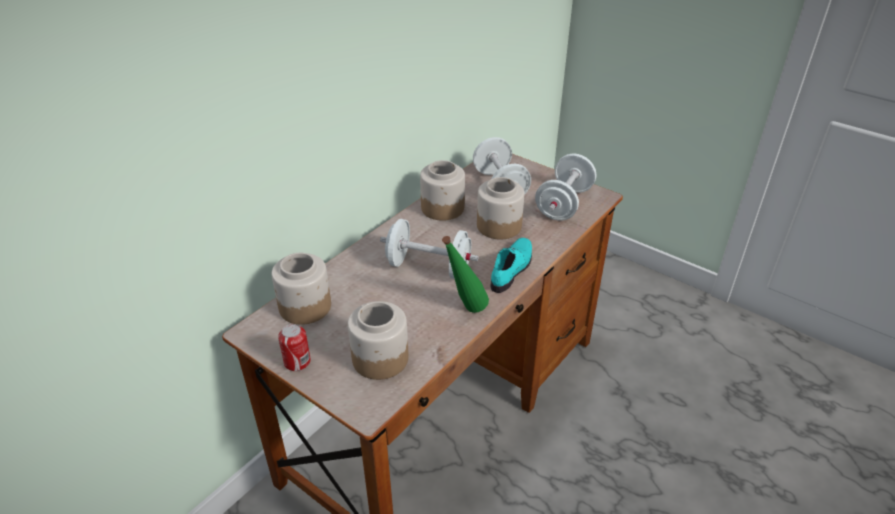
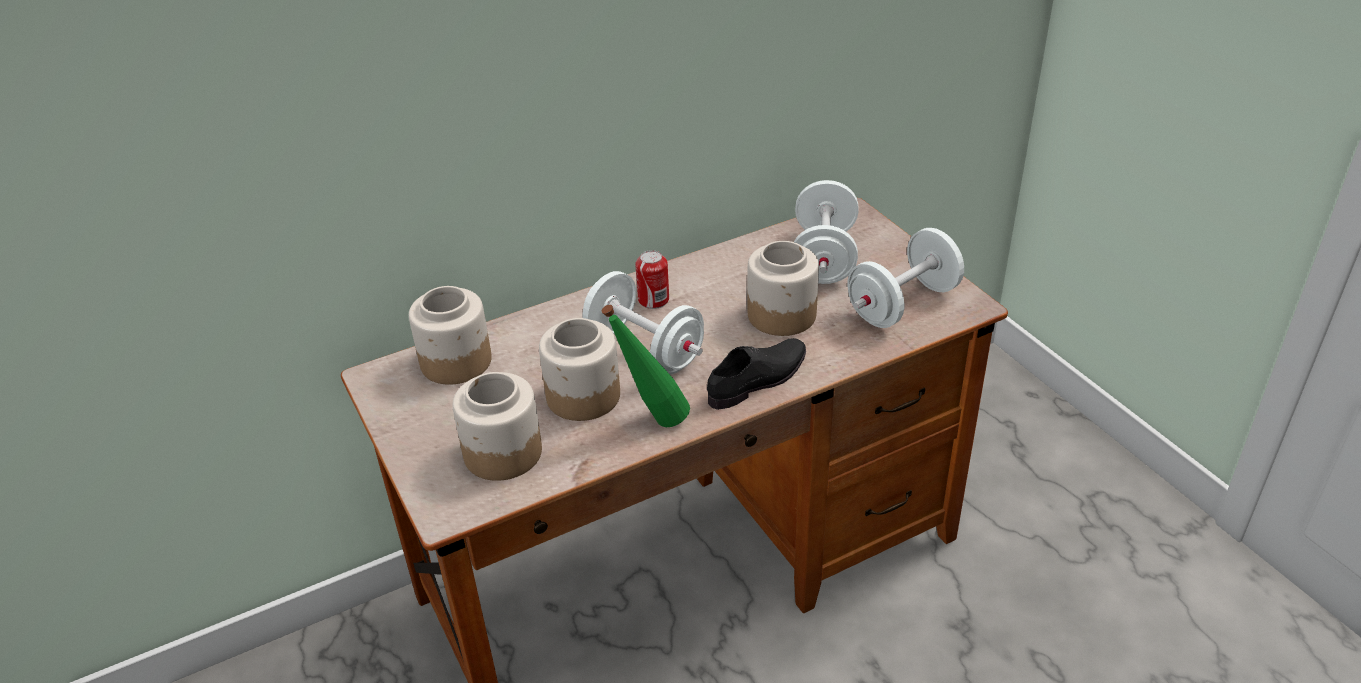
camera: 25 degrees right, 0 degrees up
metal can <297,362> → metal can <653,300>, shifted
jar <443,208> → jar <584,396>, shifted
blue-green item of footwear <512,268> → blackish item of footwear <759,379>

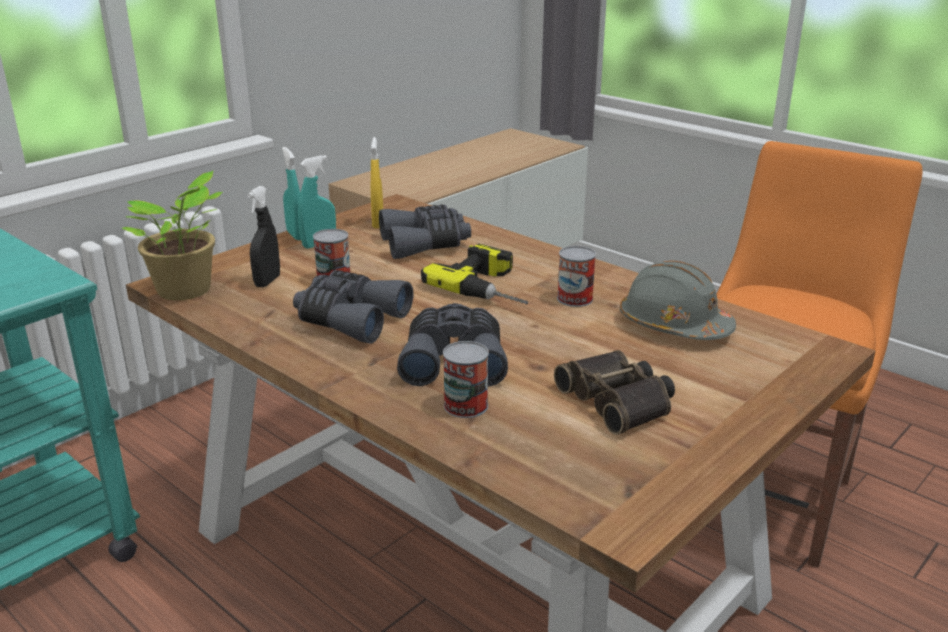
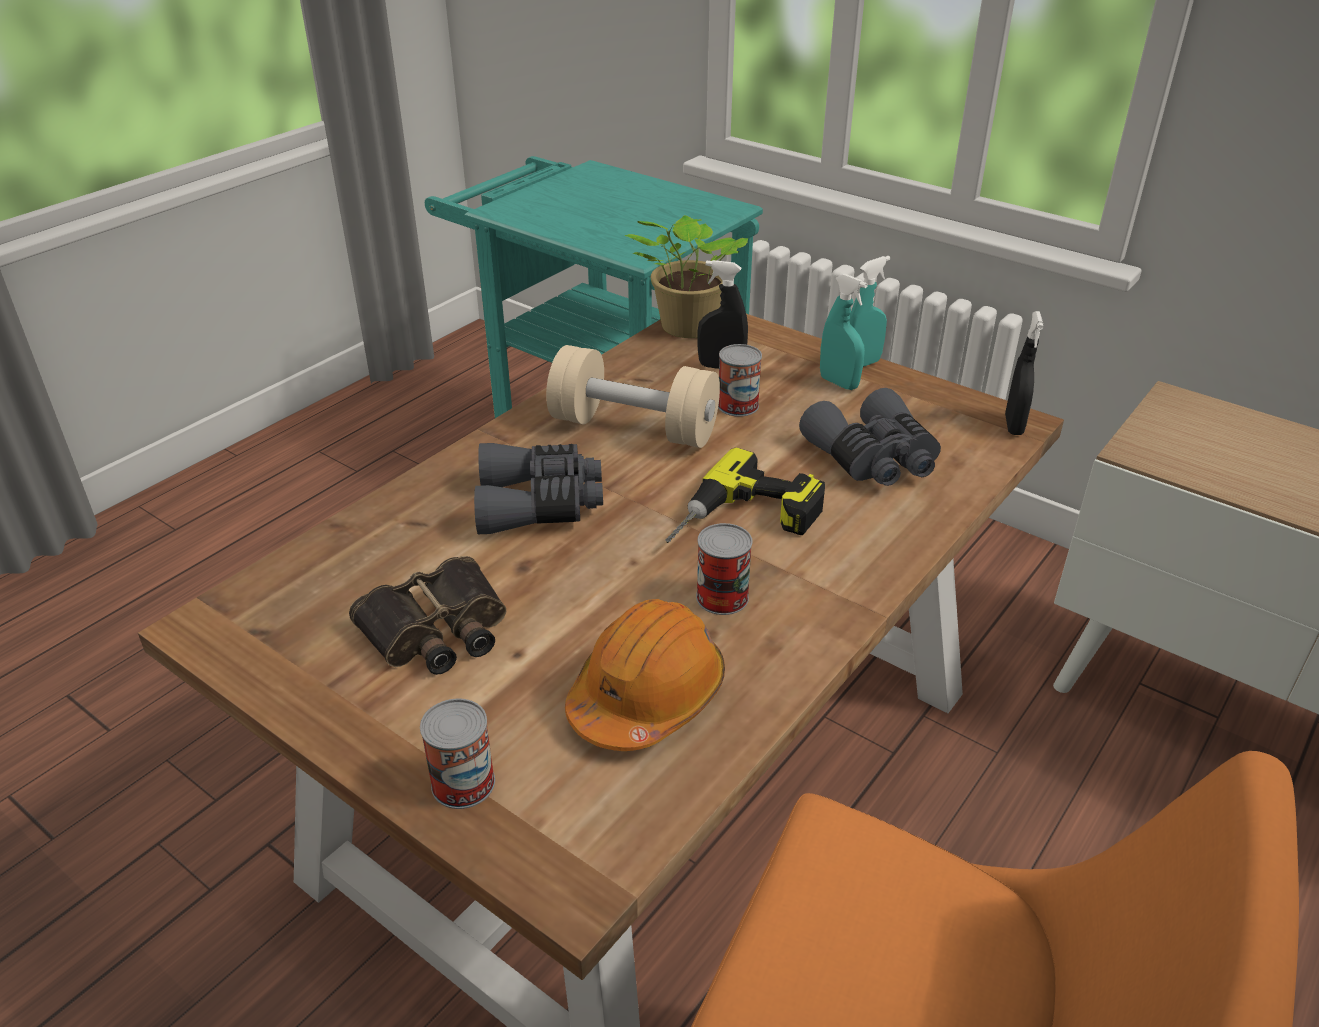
camera: 85 degrees right, 10 degrees up
gray binoculars <350,319> → beige free weight <634,428>
yellow-coloured sprayer <378,223> → -
metal can <466,406> → metal can <463,783>, shifted
gray safety helmet <673,325> → orange-coloured safety helmet <647,696>
- → blackish sprayer <1013,425>

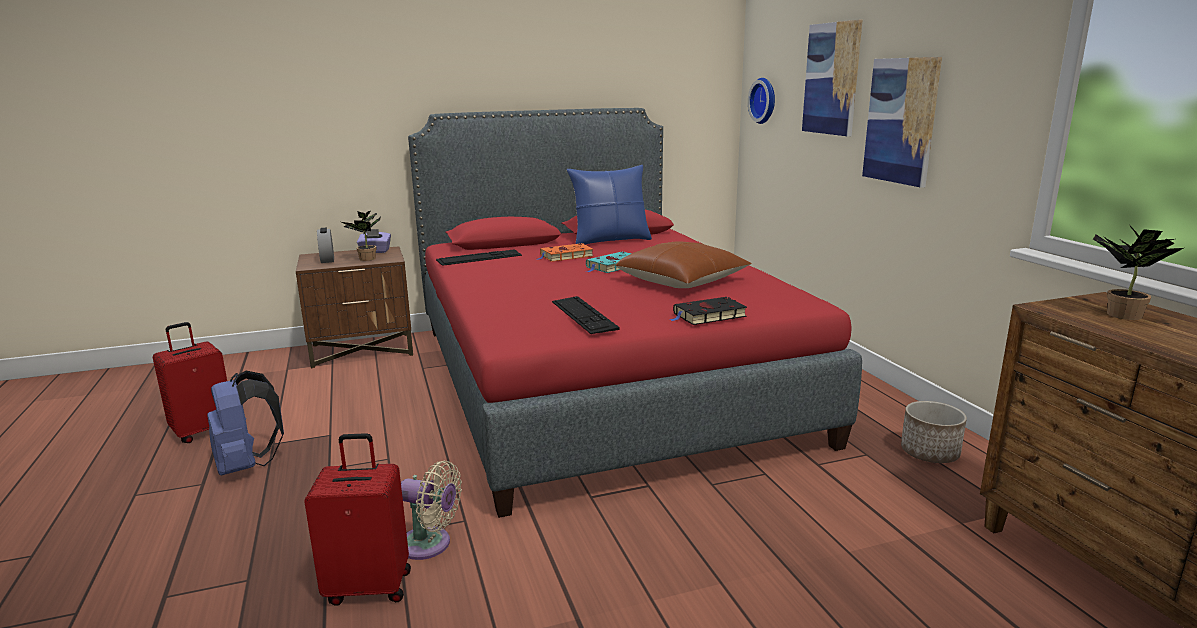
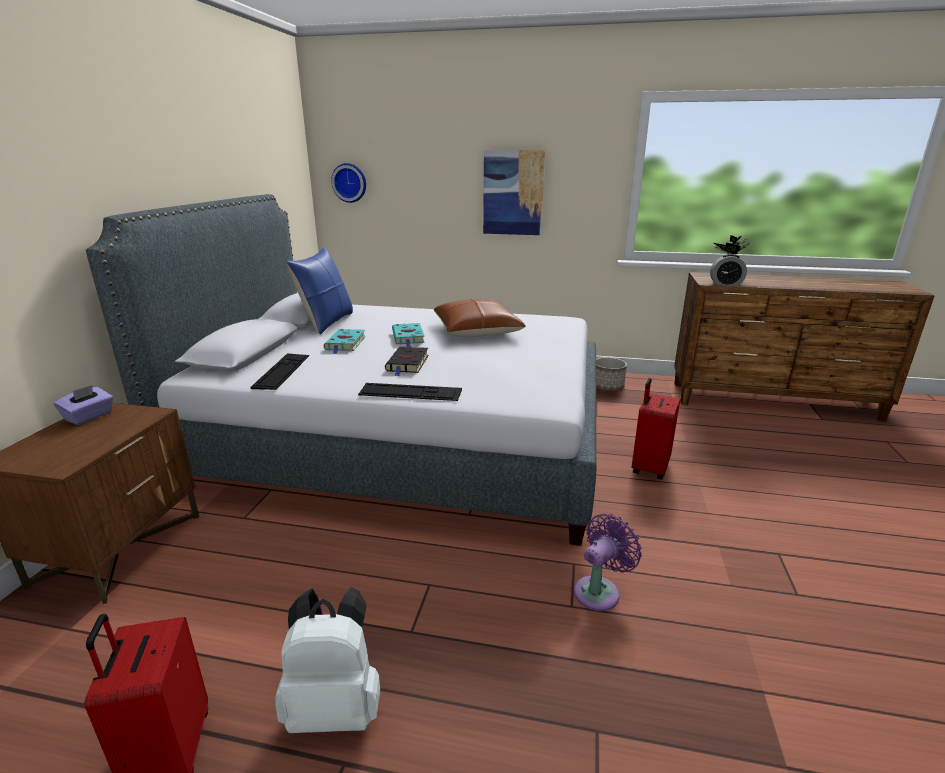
camera: 60 degrees left, 5 degrees up
blue backpack <247,465> → white backpack <336,707>
red-coloured travel case <369,586> → red-coloured travel case <649,468>, shifted
bedside clock <327,260> → bedside clock <725,284>, shifted
potted plant <366,259> → -
beige electric fan <430,545> → purple-coloured electric fan <599,591>
red-coloured sleeping bed <598,380> → gray sleeping bed <402,440>
orange-coloured book <565,256> → blue-green book <345,344>
PC keyboard <583,315> → PC keyboard <410,392>, shifted
blackish book <707,316> → blackish book <407,364>, shifted
picture <831,79> → -

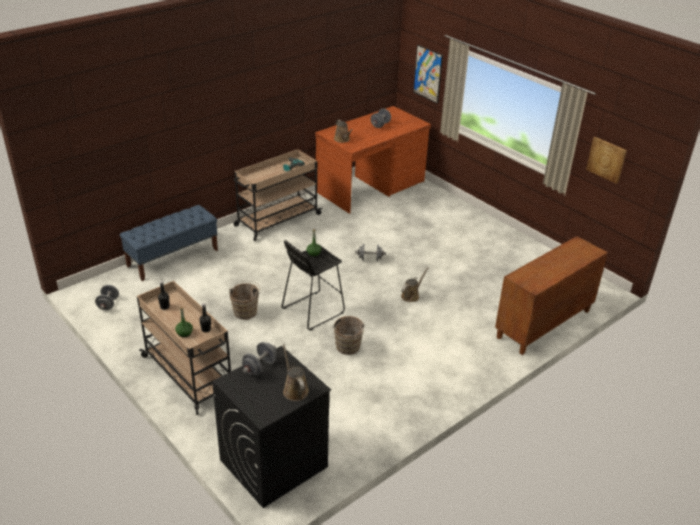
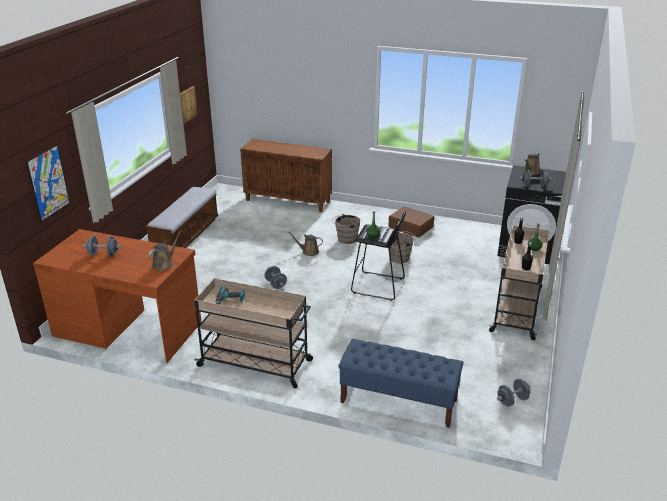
camera: 120 degrees left, 5 degrees down
brown water bucket <246,311> → brown water bucket <345,239>, shifted
- → long seat <186,236>
- → brown travel case <411,227>

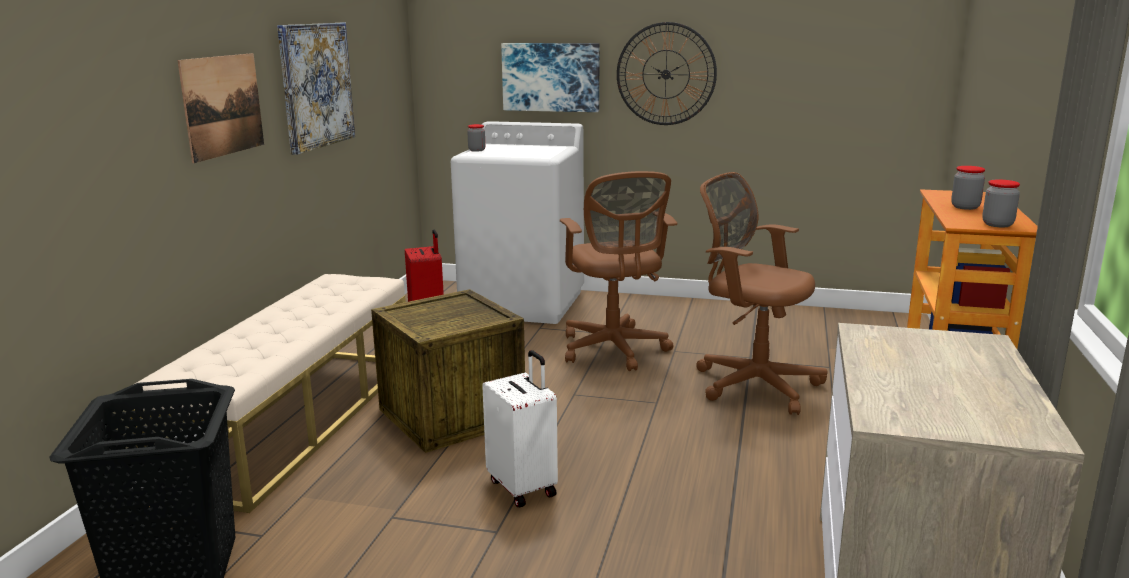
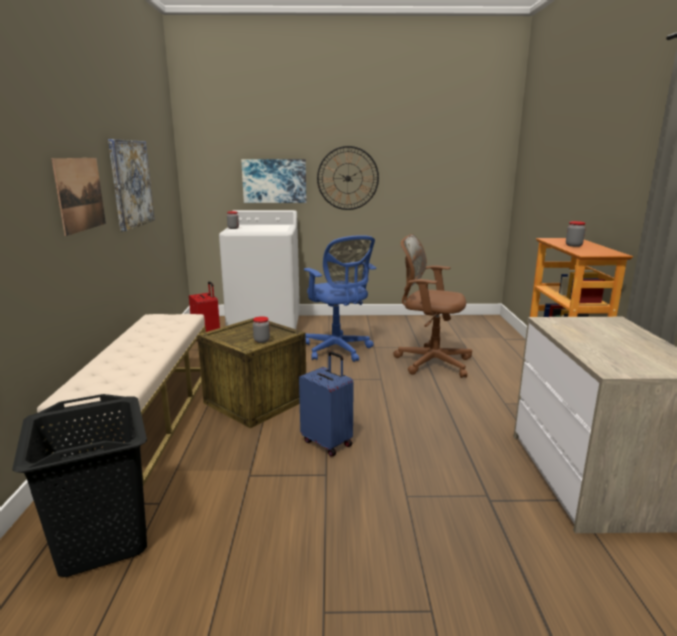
camera: 15 degrees left, 0 degrees up
white travel case <524,487> → blue travel case <328,442>
brown desk chair <614,350> → blue desk chair <338,350>
jar <997,224> → jar <261,340>, shifted

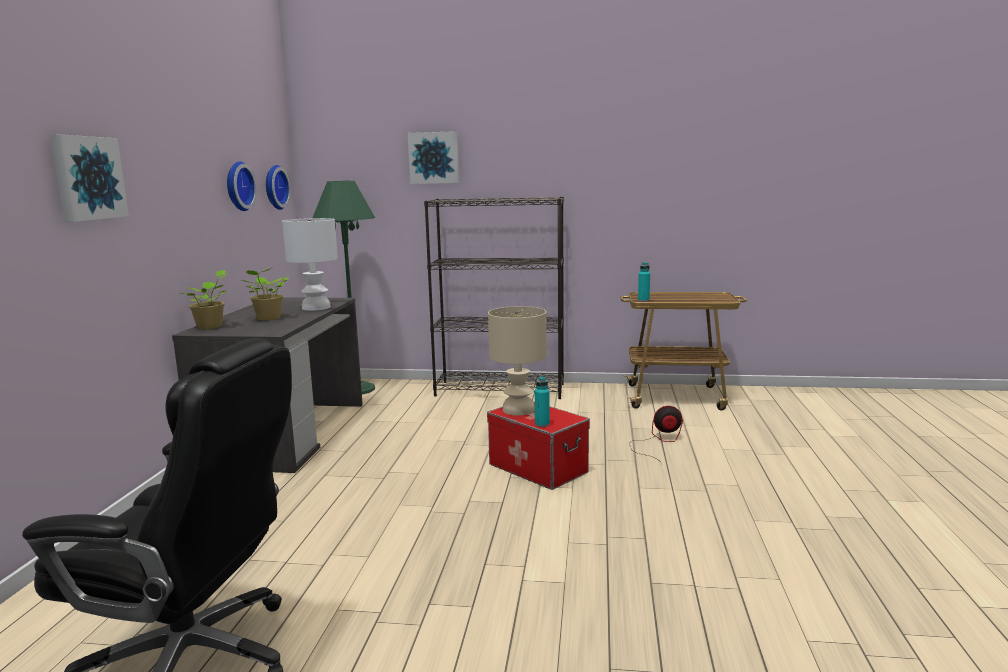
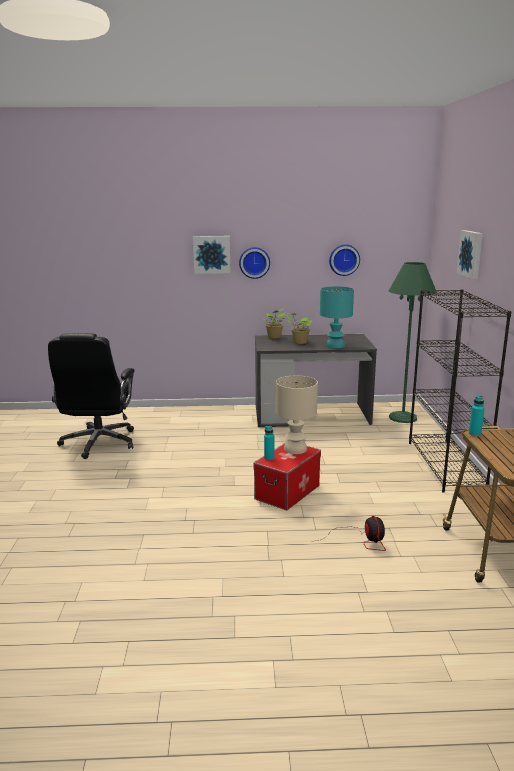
camera: 80 degrees right, 5 degrees up
hanging clock <274,187> → hanging clock <254,262>, shifted
white lamp for a table <316,308> → blue-green lamp for a table <335,346>

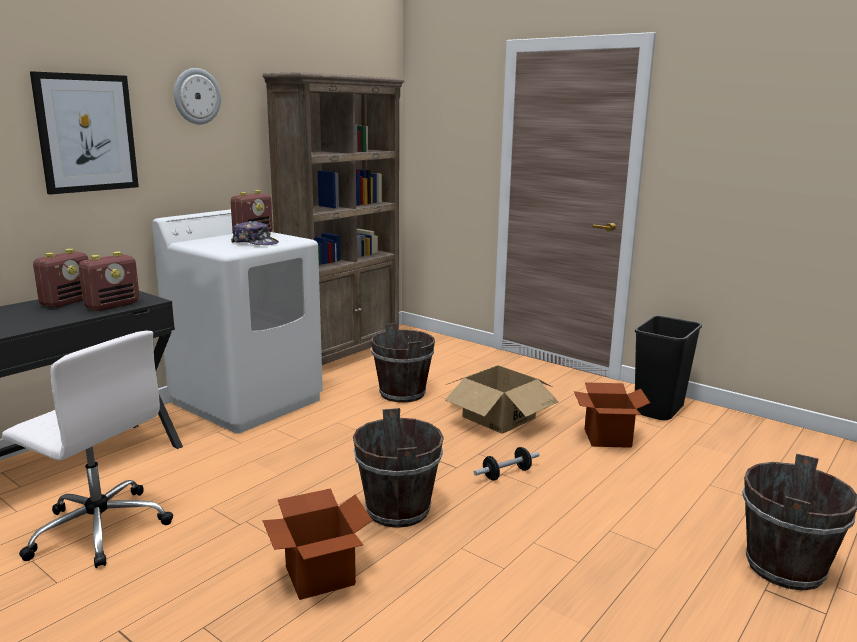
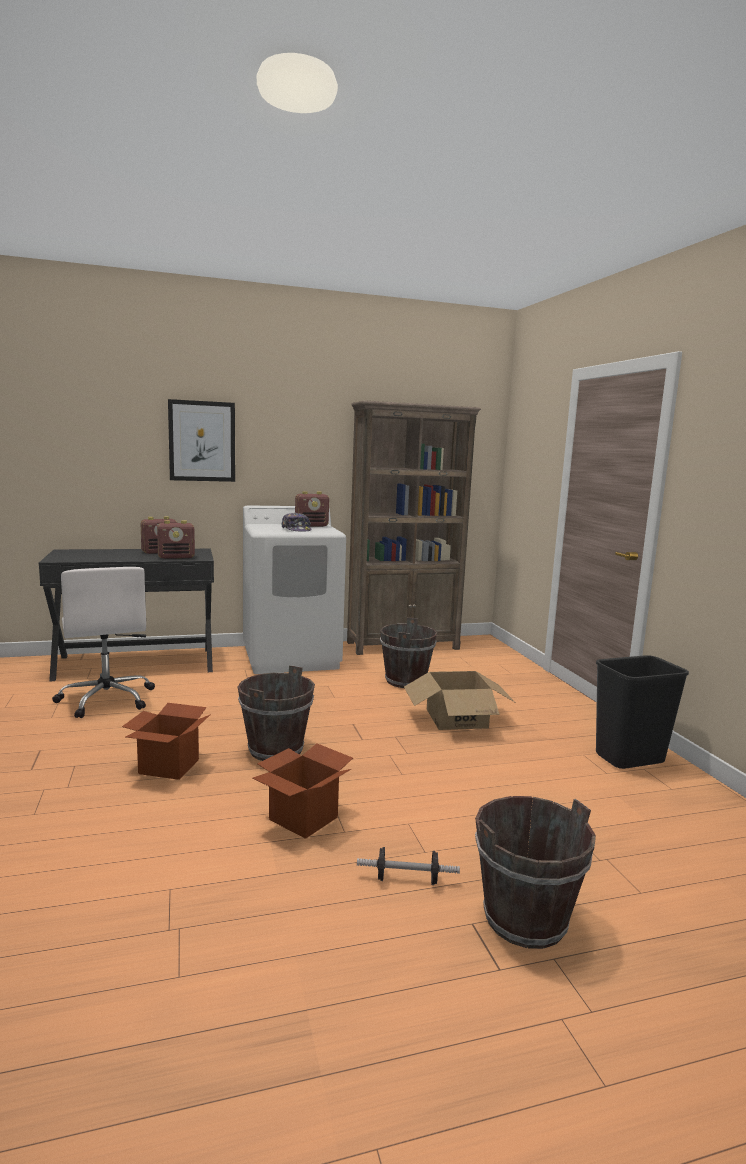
camera: 35 degrees right, 5 degrees down
hanging clock <196,96> → -
free weight <506,474> → free weight <407,879>, shifted
carton <607,438> → carton <303,818>, shifted

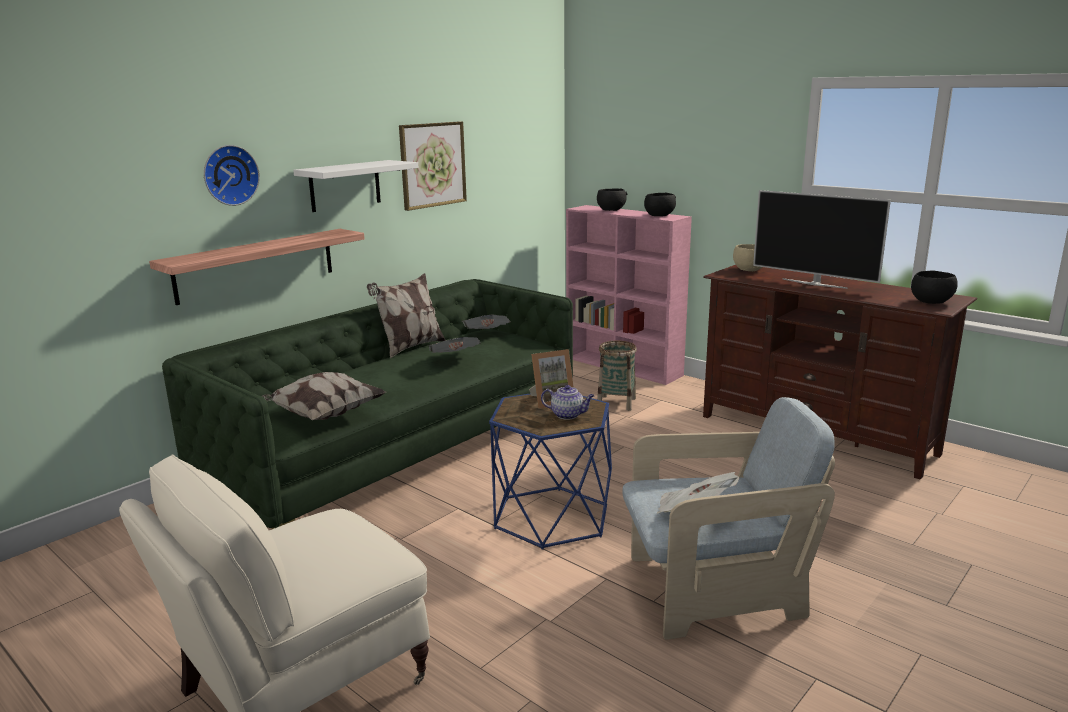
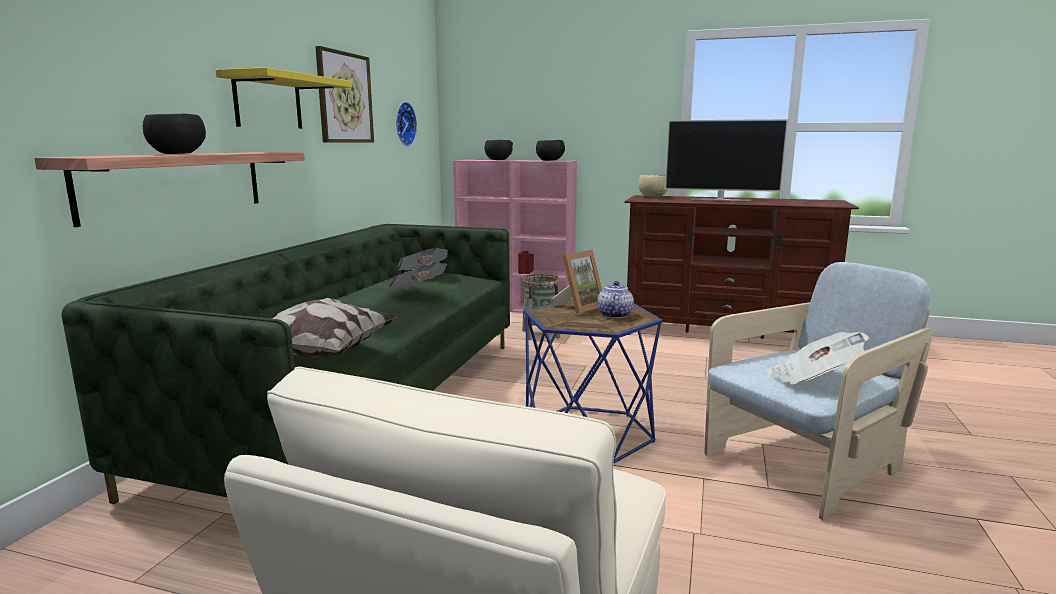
camera: 25 degrees left, 5 degrees down
hanging clock <229,175> → hanging clock <403,124>, shifted
white shelf <345,185> → yellow-coloured shelf <268,102>
pillow <410,347> → -
pot for tea <568,415> → pot for tea <614,315>, 75 degrees counterclockwise
blackish deep dish <930,302> → blackish deep dish <176,154>, shifted

